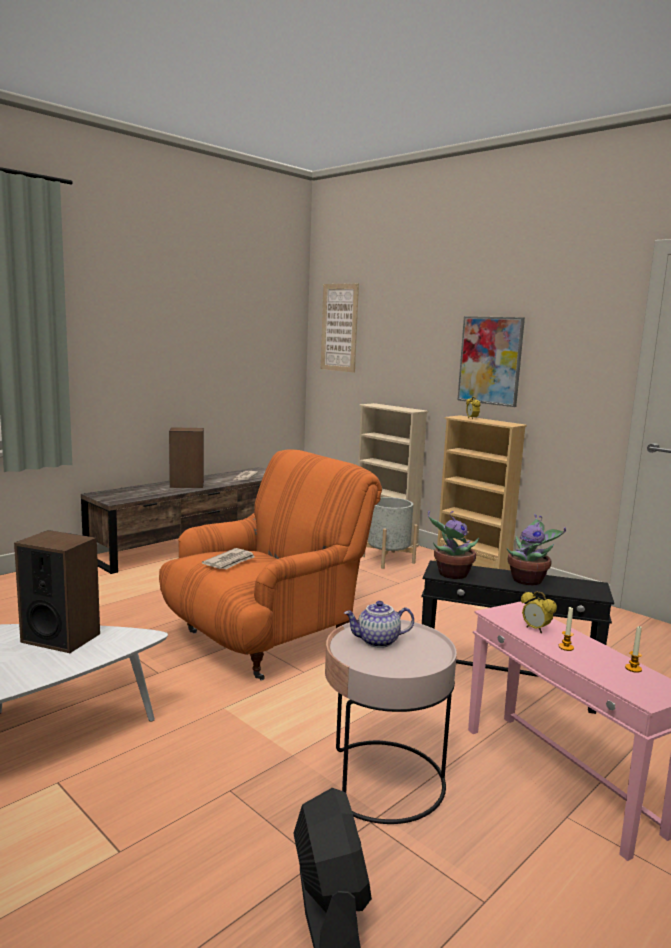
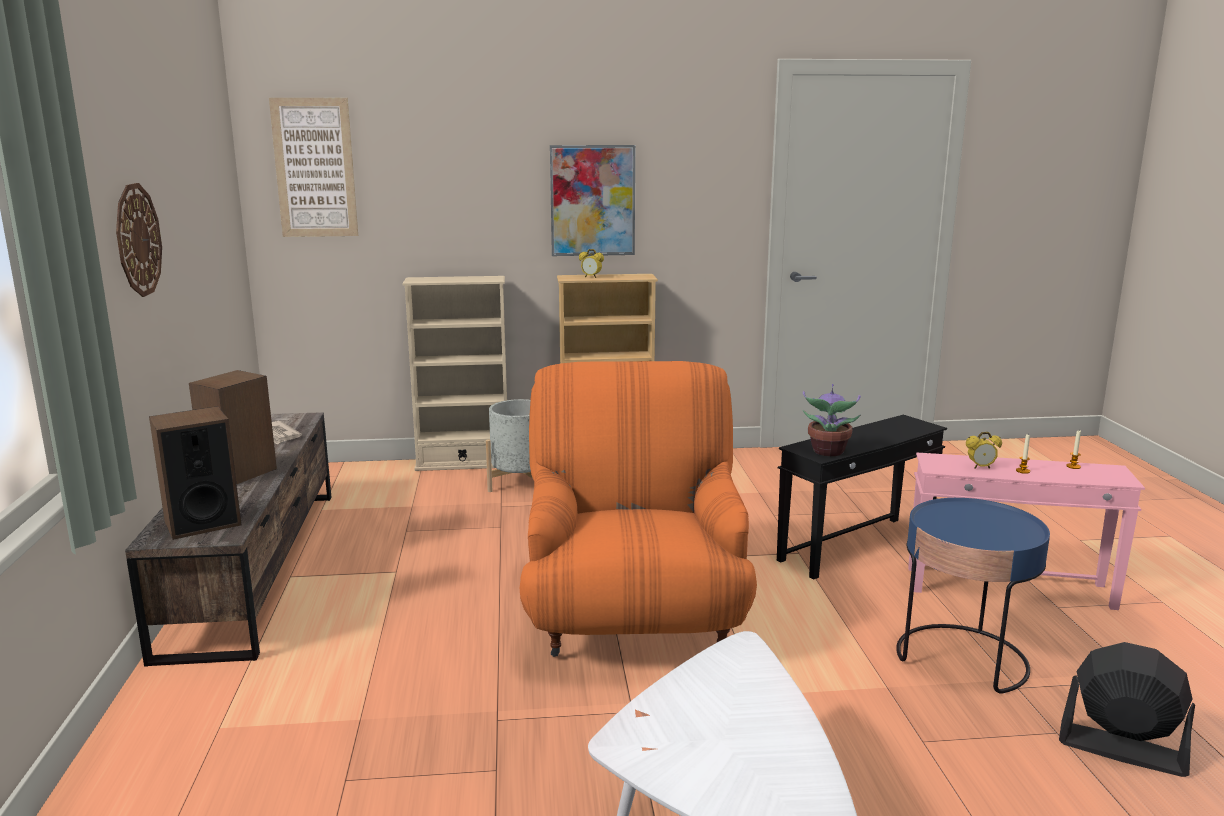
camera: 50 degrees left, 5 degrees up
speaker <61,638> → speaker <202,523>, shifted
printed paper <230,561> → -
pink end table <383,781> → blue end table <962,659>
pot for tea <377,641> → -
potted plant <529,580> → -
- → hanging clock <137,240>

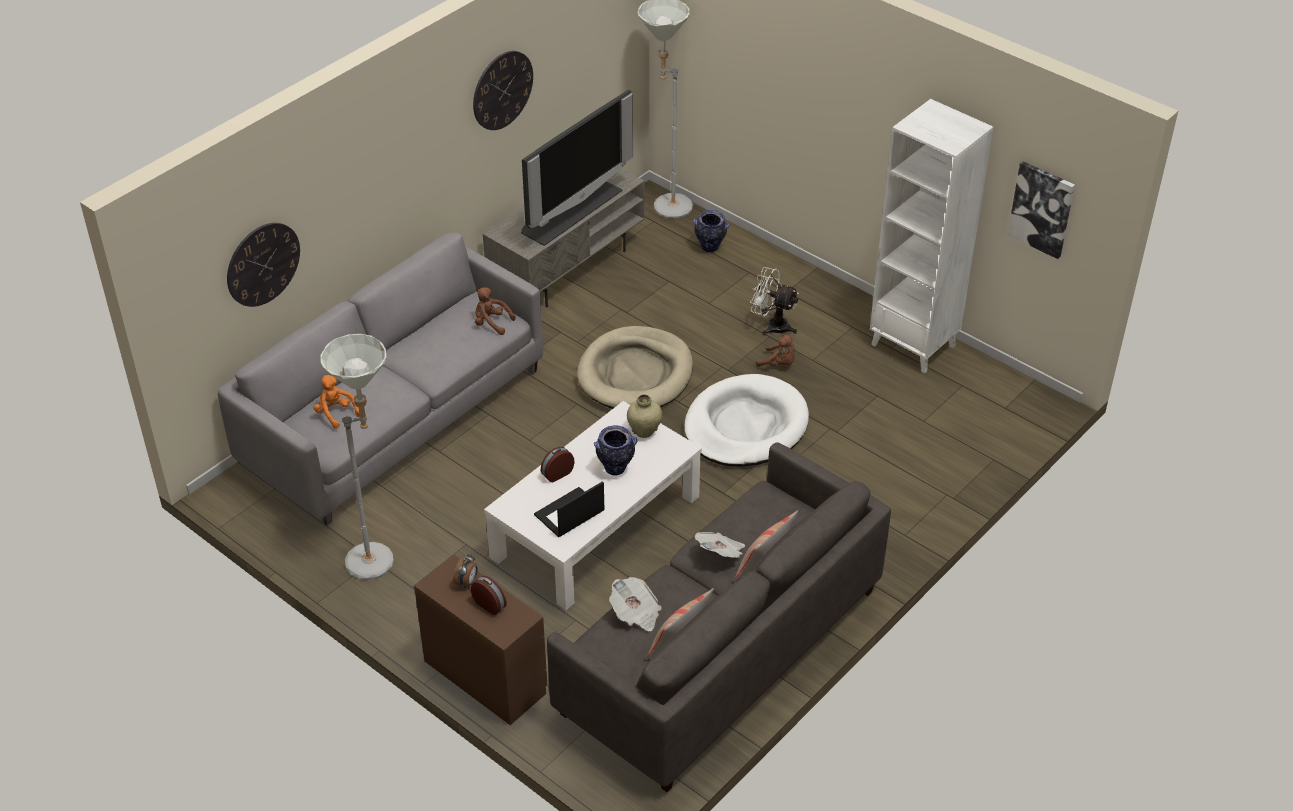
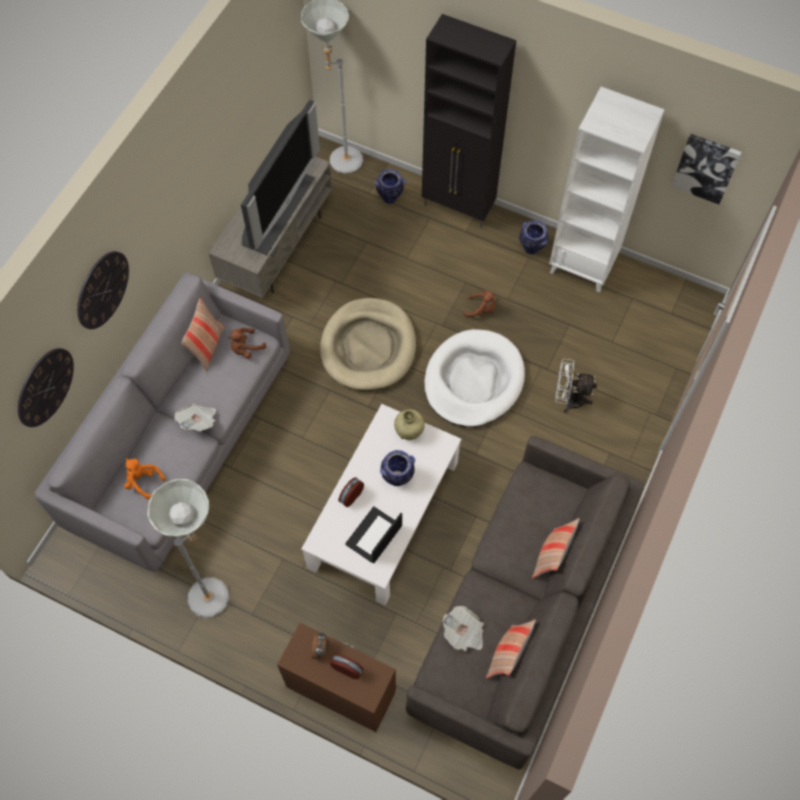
camera: 15 degrees left, 20 degrees up
hanging clock <502,90> → hanging clock <102,290>, shifted
brown plush toy <491,323> → brown plush toy <246,348>, 45 degrees counterclockwise
printed paper <721,553> → printed paper <198,421>, shifted
white electric fan <772,325> → white electric fan <569,399>, shifted
- → pillow <207,347>
- → blackish storage cabinet <459,207>
- → decorative vase <531,249>

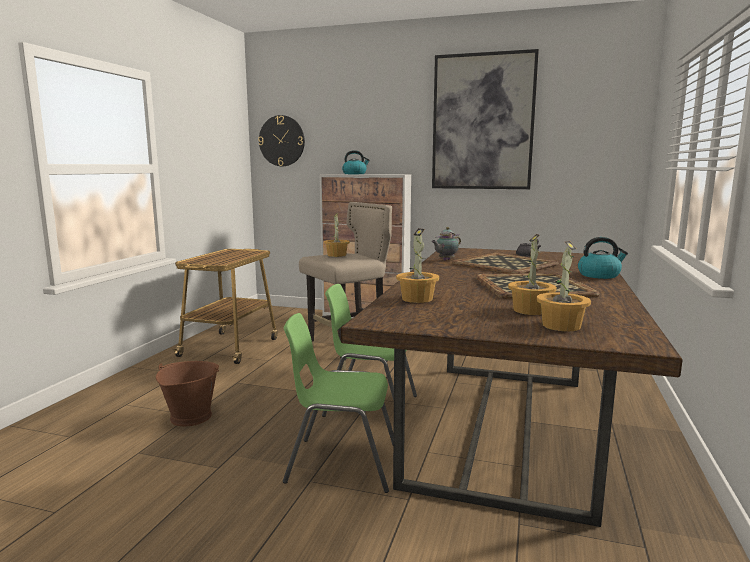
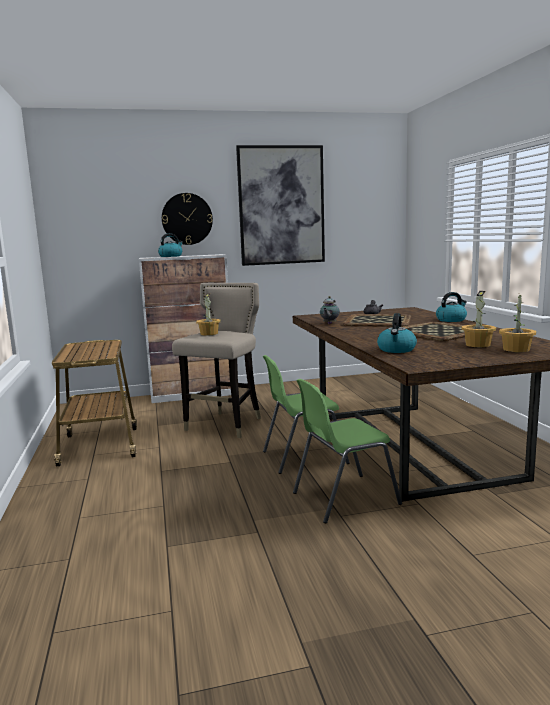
camera: 30 degrees left, 0 degrees up
brown water bucket <190,416> → -
hanging clock <282,141> → hanging clock <187,219>, shifted
potted plant <417,299> → tea kettle <396,350>

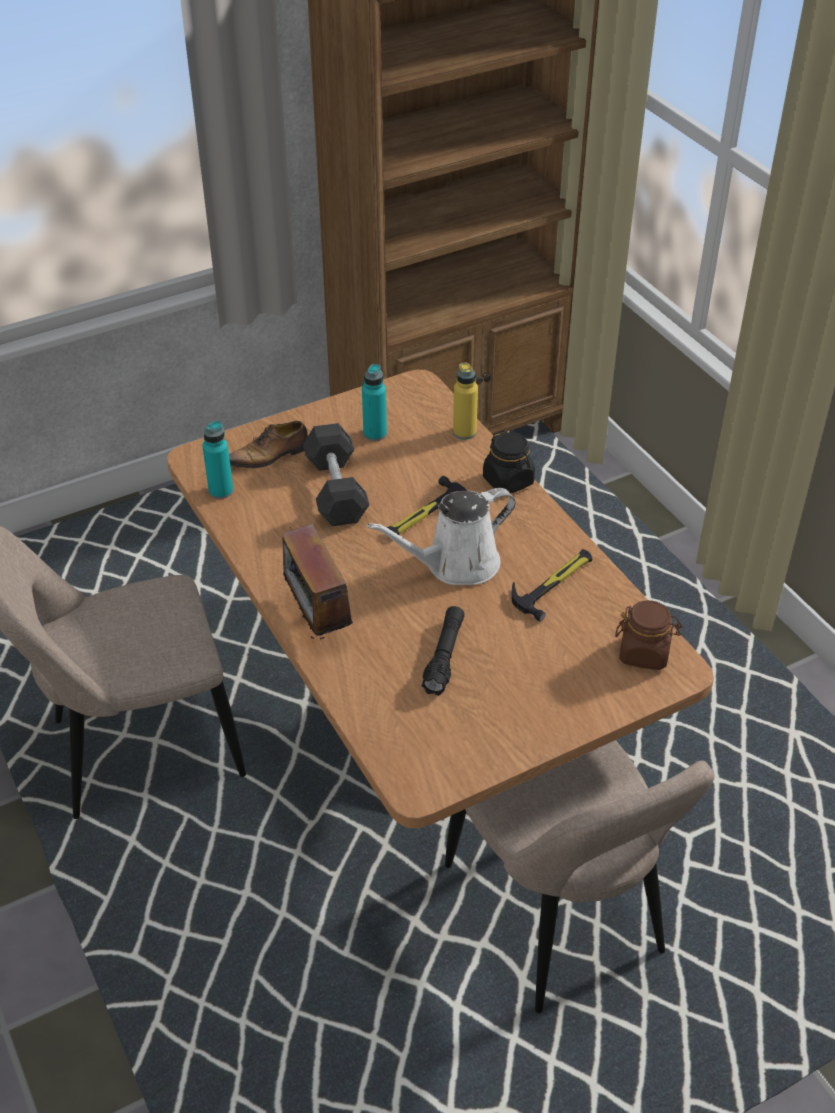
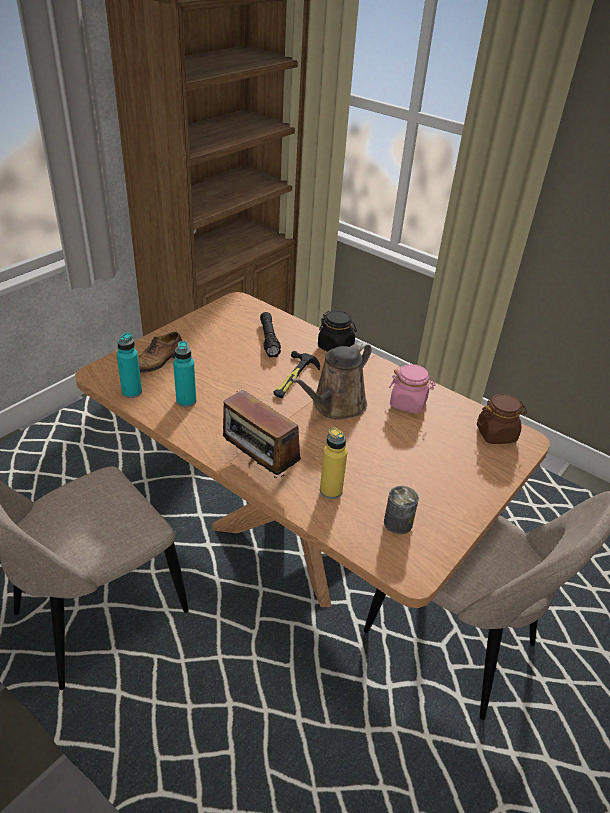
camera: 25 degrees left, 5 degrees down
gray free weight <336,490> → -
blue-green beverage bottle <375,434> → blue-green beverage bottle <186,401>, shifted
white watering can <456,565> → brown watering can <335,406>
blackish flashlight <444,657> → blackish flashlight <269,339>, shifted
yellow-coloured beverage bottle <464,432> → yellow-coloured beverage bottle <331,490>, shifted
hand hammer <554,583> → pink jar <408,403>
- → metal can <398,523>

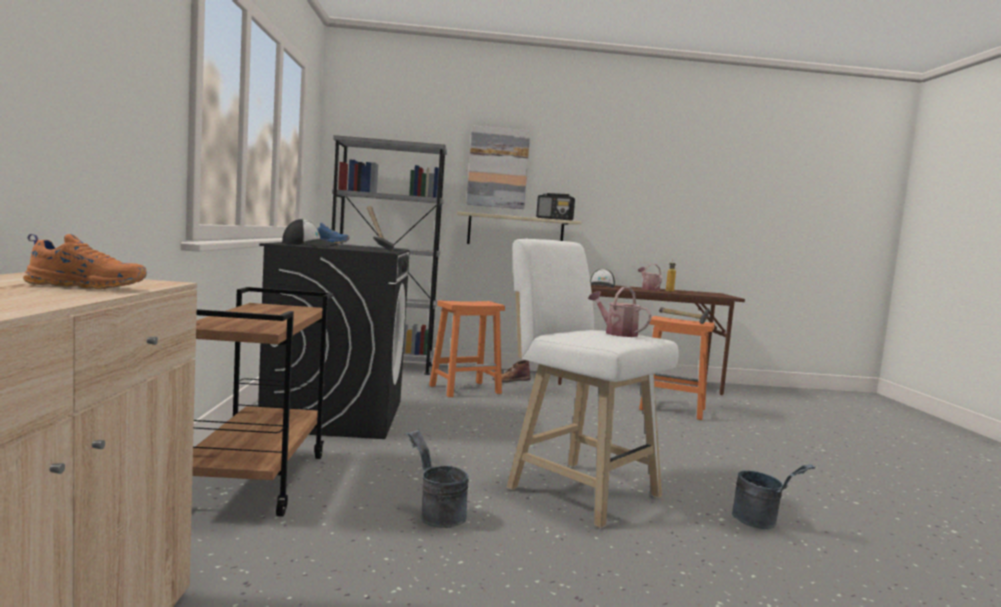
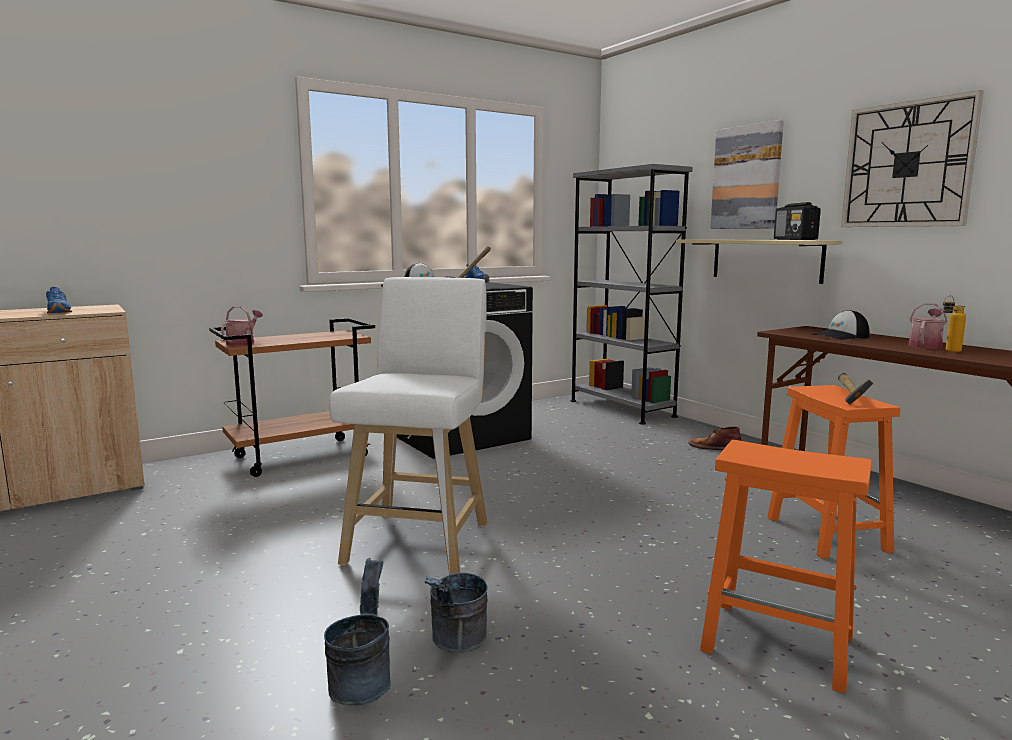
camera: 60 degrees right, 5 degrees up
orange-coloured item of footwear <88,287> → blue item of footwear <59,312>
gray water bucket <436,516> → gray water bucket <362,679>, shifted
orange-coloured stool <466,389> → orange-coloured stool <780,644>, shifted
watering can <617,333> → watering can <243,343>, shifted
- → hanging clock <907,165>

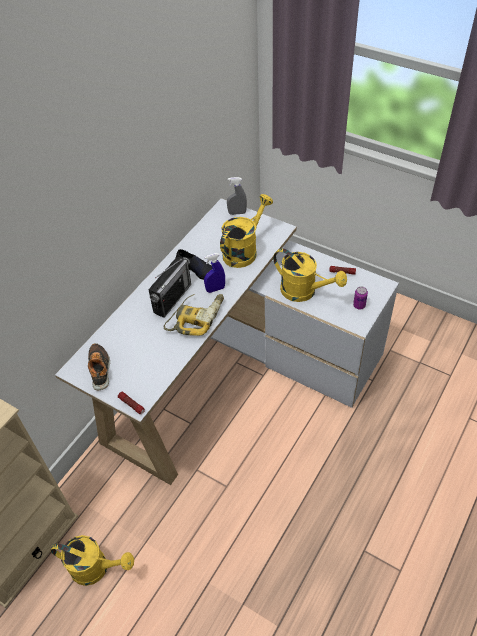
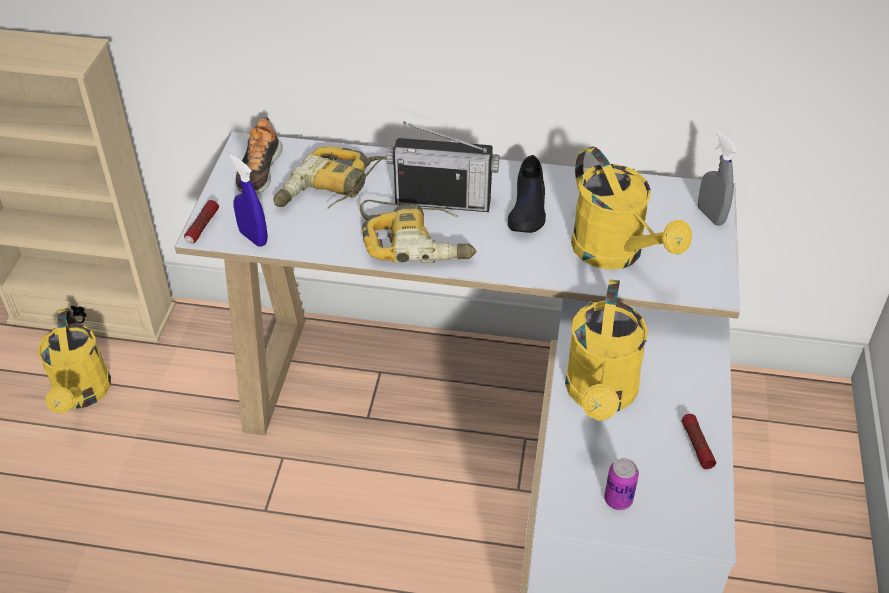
camera: 65 degrees right, 5 degrees down
item of footwear <100,369> → item of footwear <259,171>, 135 degrees clockwise
blue sprayer <215,289> → blue sprayer <253,238>, shifted
yellow-coloured watering can <244,250> → yellow-coloured watering can <616,254>, 45 degrees clockwise
- → drill <330,190>

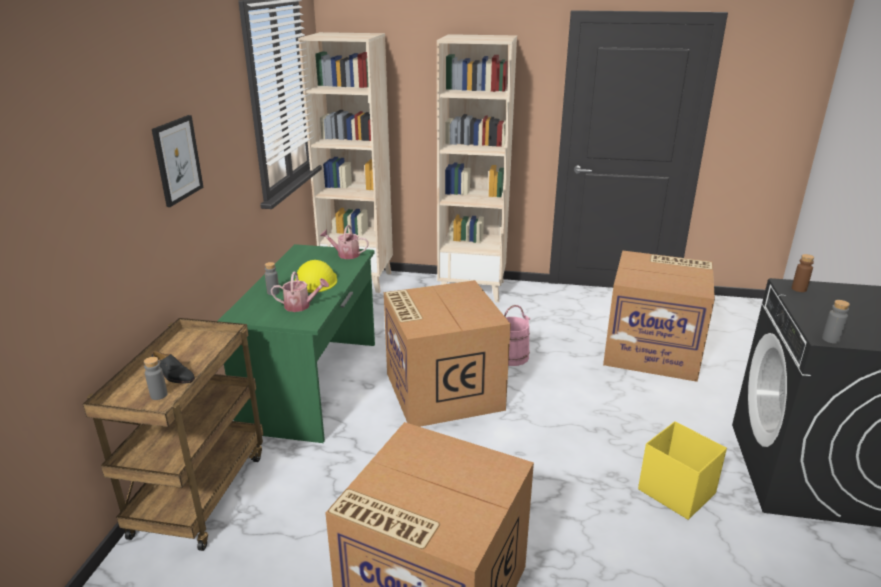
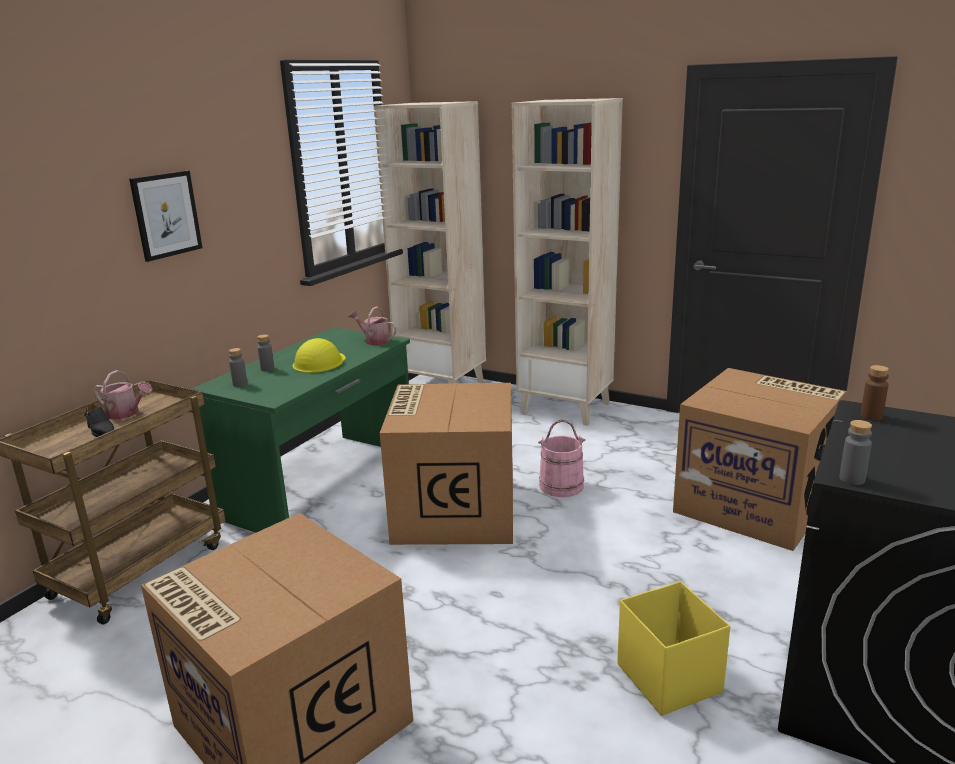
camera: 20 degrees right, 5 degrees down
gray beverage bottle <159,395> → gray beverage bottle <240,384>, shifted
watering can <301,306> → watering can <126,414>, shifted

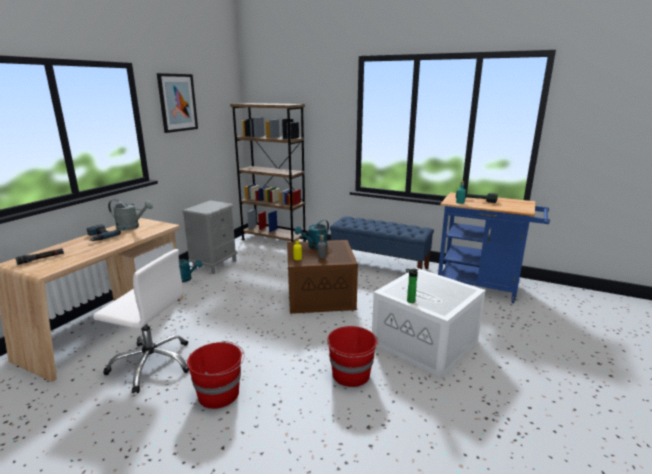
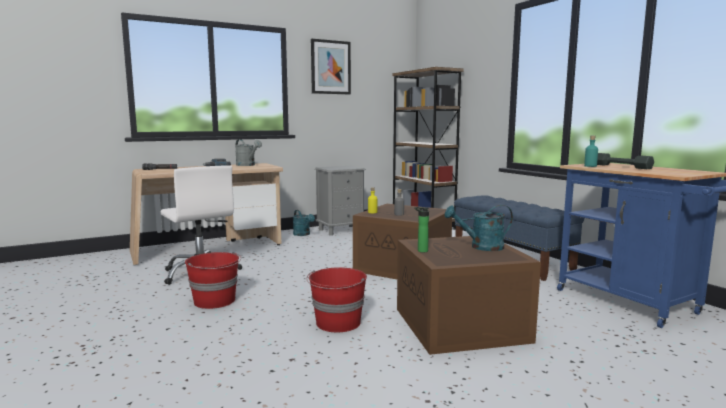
camera: 35 degrees right, 10 degrees down
blue-green watering can <314,247> → blue-green watering can <481,247>, shifted
white storage container <426,342> → brown storage container <462,325>

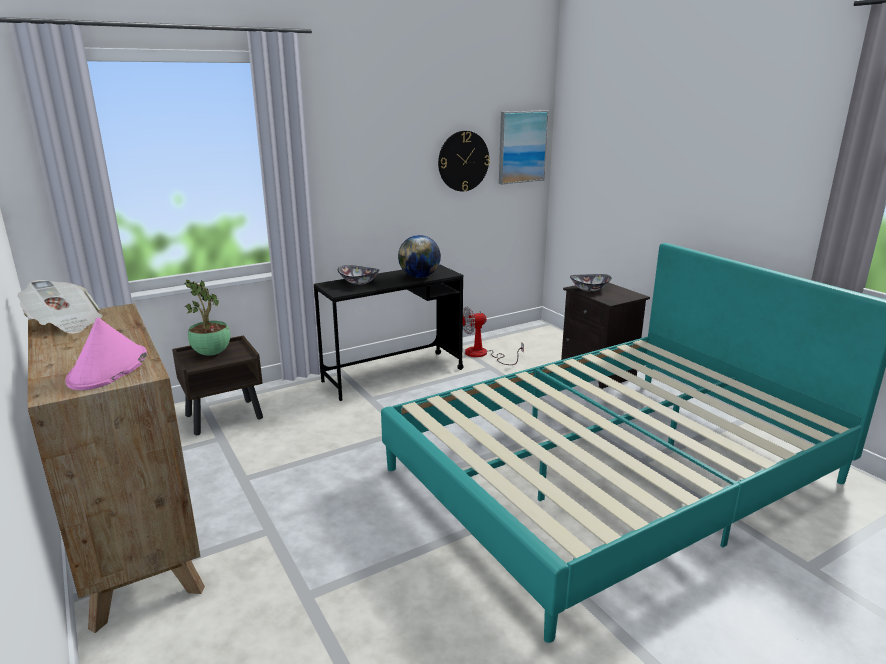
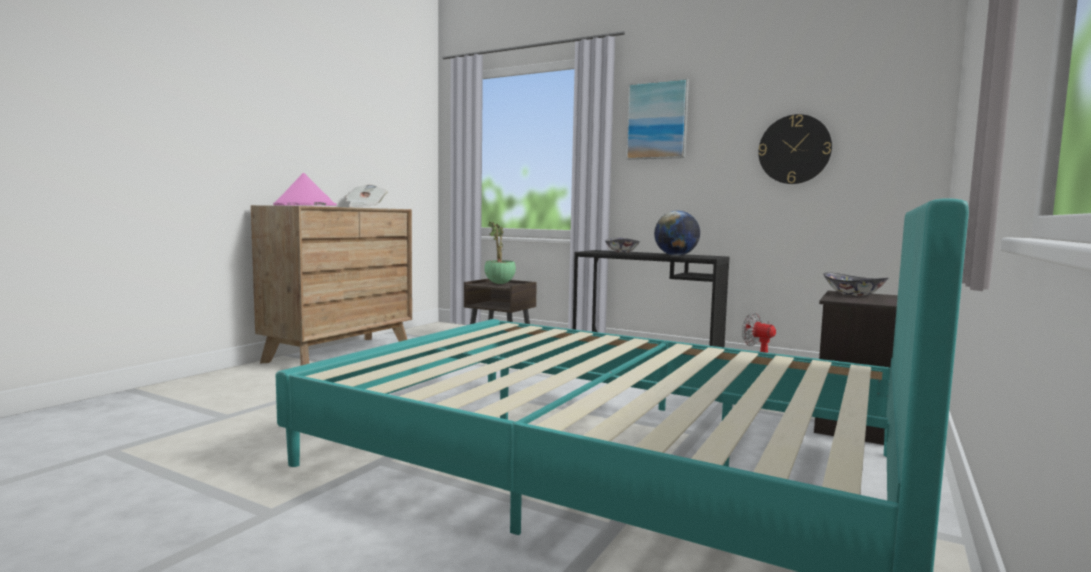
camera: 60 degrees right, 15 degrees down
picture <522,147> → picture <657,120>, shifted

